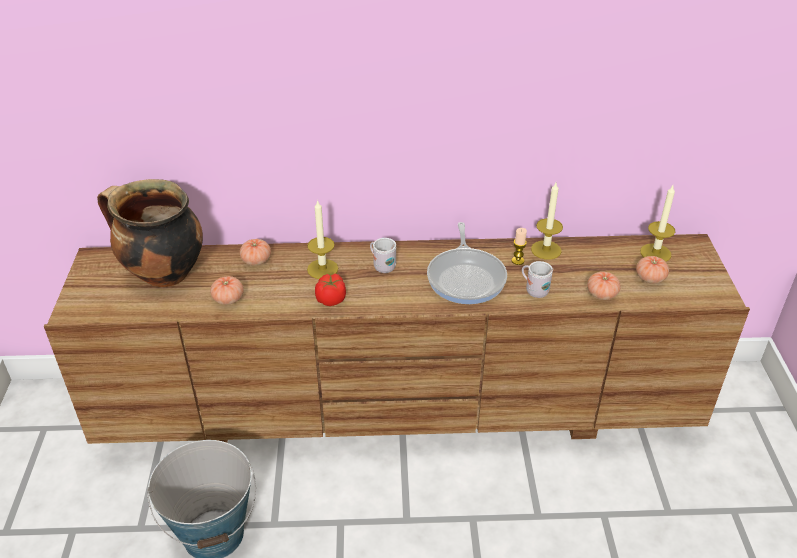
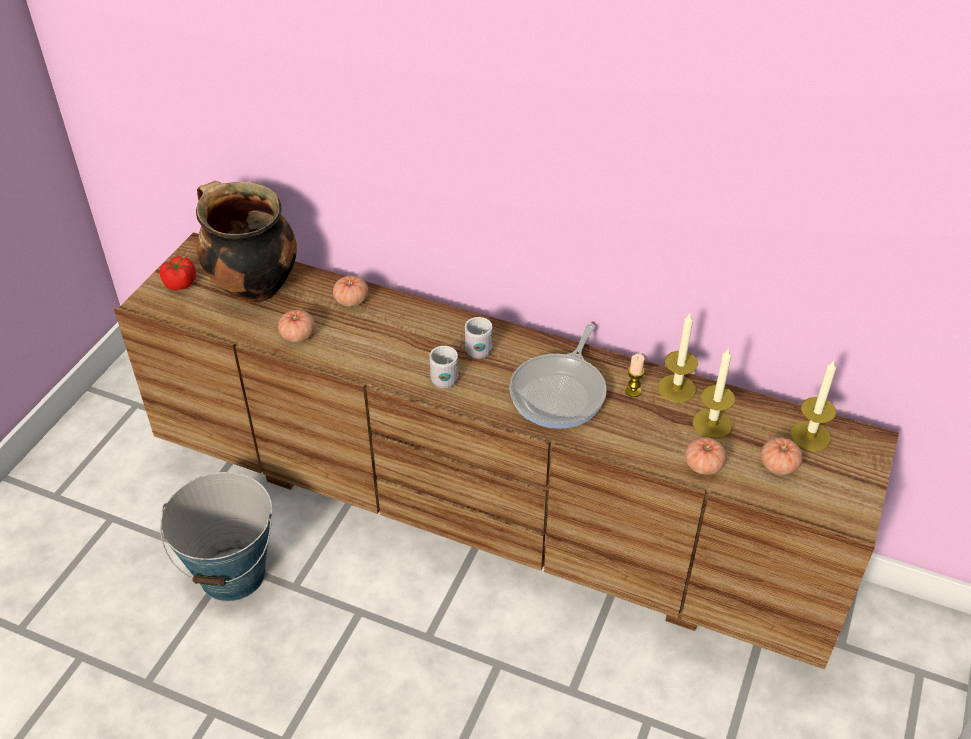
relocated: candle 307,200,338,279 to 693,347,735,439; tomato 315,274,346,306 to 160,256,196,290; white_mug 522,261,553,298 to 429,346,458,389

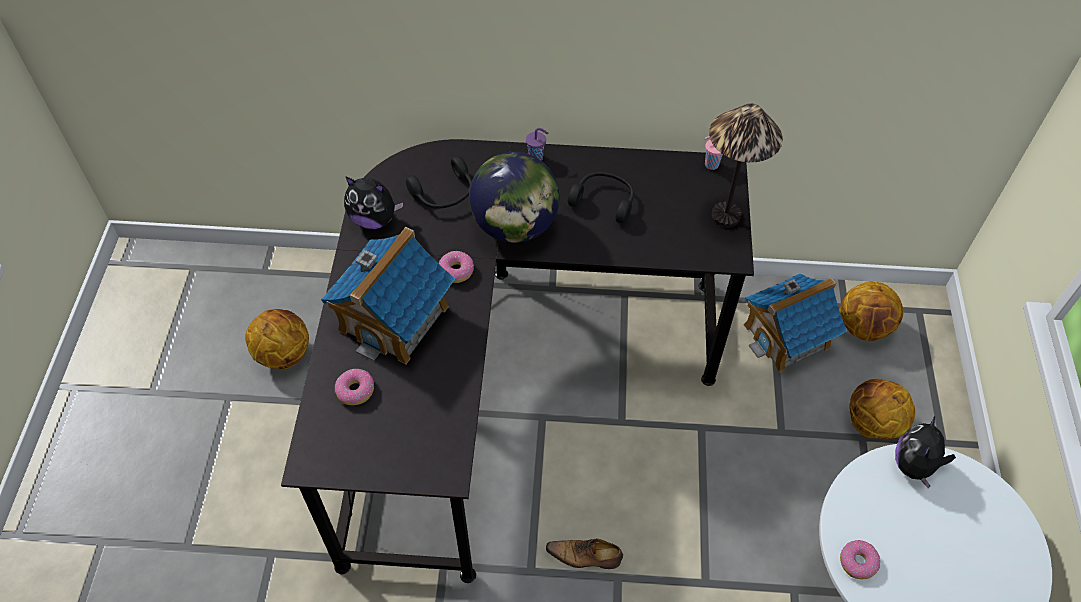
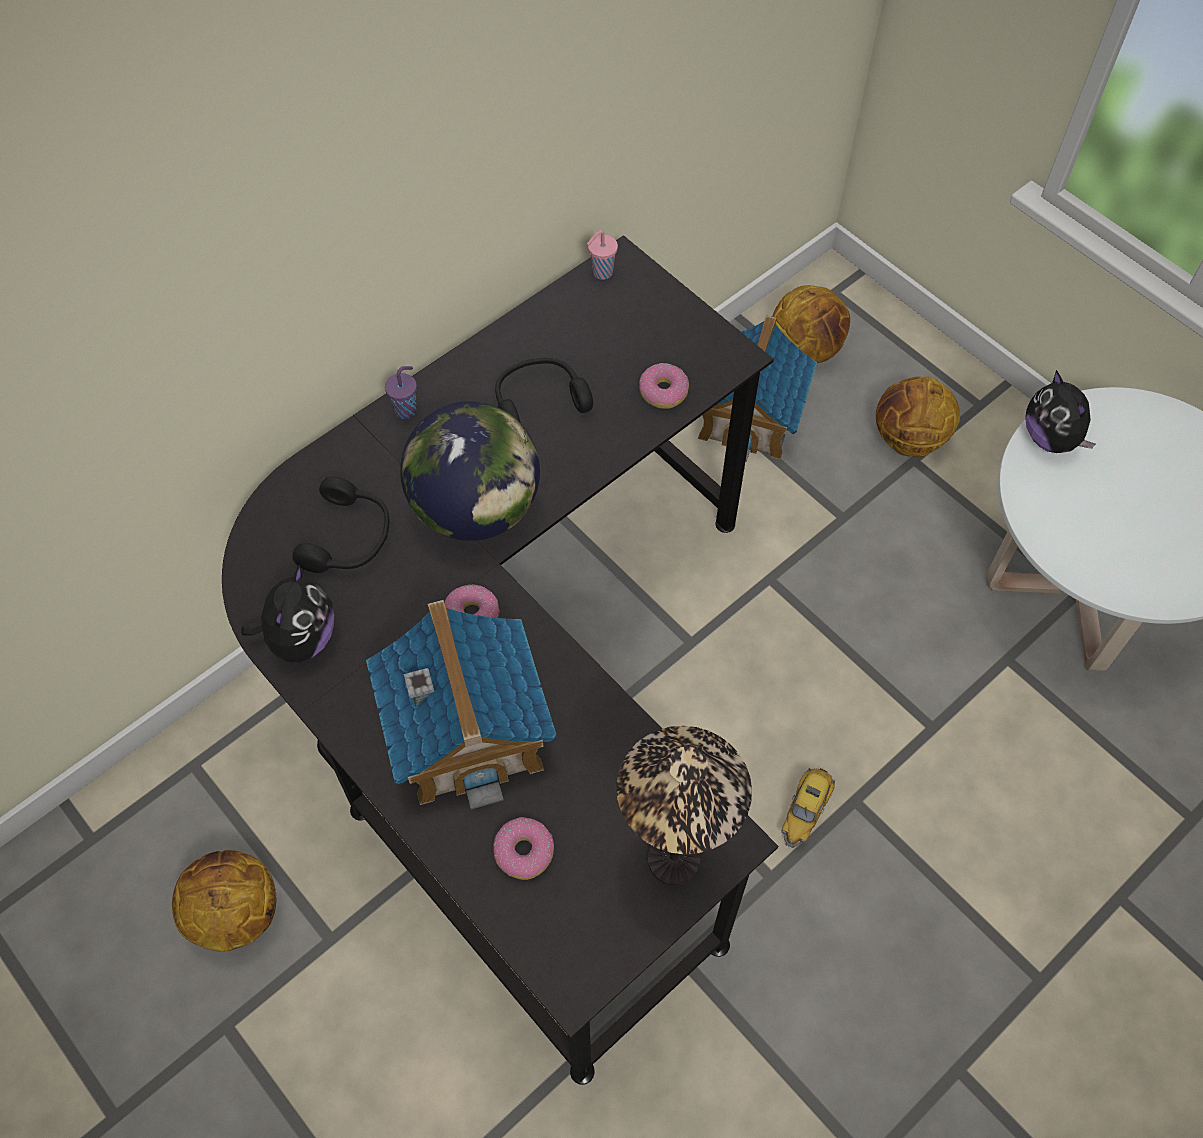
relocated: table_lamp 709,103,783,227 to 616,726,752,886; donut 840,540,880,579 to 639,363,689,409
exchanged: shoe 546,539,623,569 to toy_car 781,768,835,848
spun: plush_toy 344,176,403,229 = 241,564,334,662 45 degrees counterclockwise

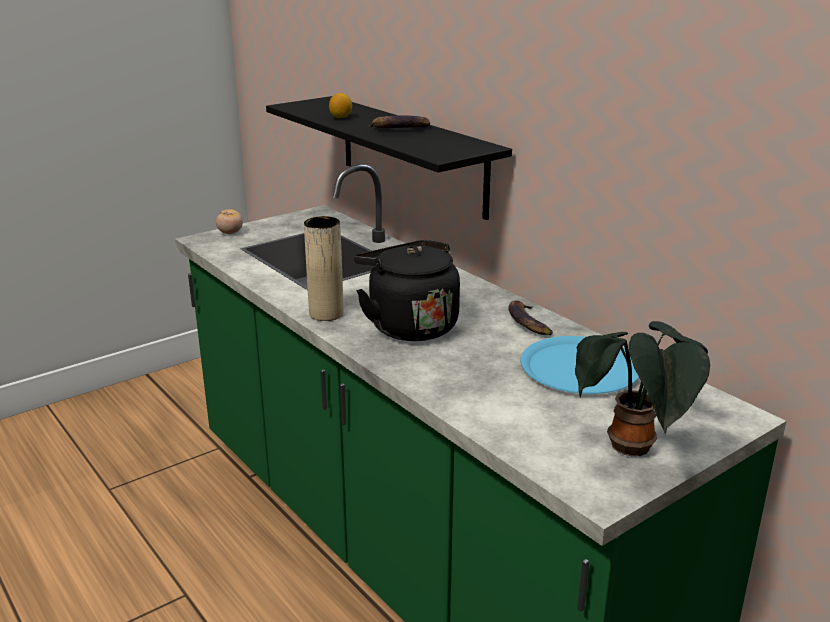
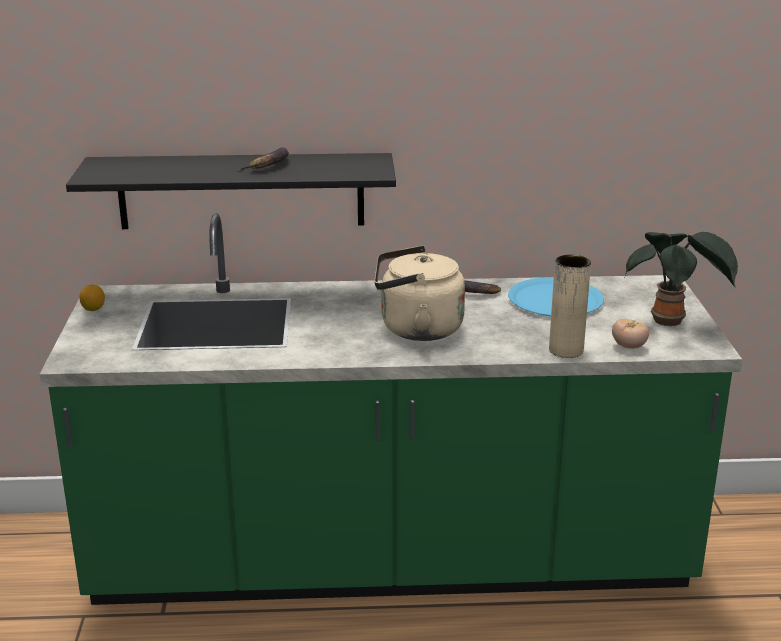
relocated: tomato 216,209,243,234 to 612,319,649,349; beige_vase 304,216,344,321 to 549,255,591,358; lemon 329,93,352,118 to 79,285,105,311
colour: black_kettle 354,240,460,341 to beige_kettle 374,246,465,341

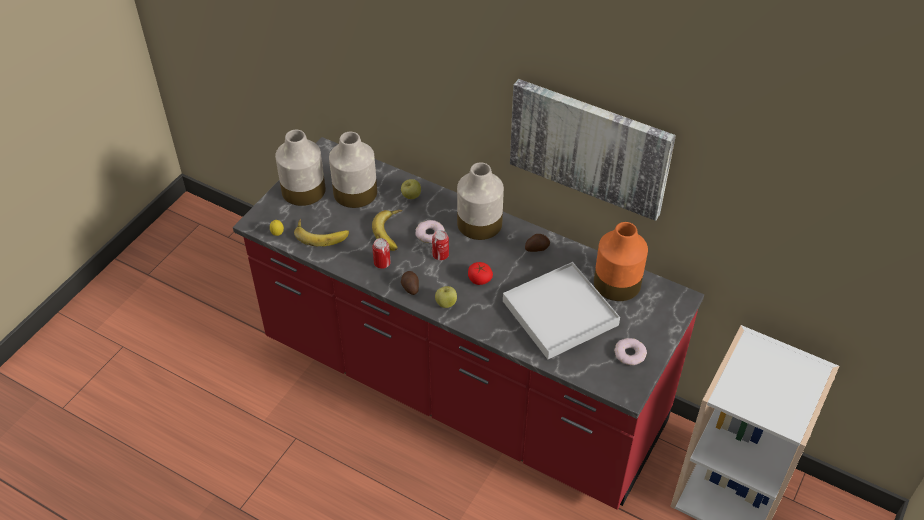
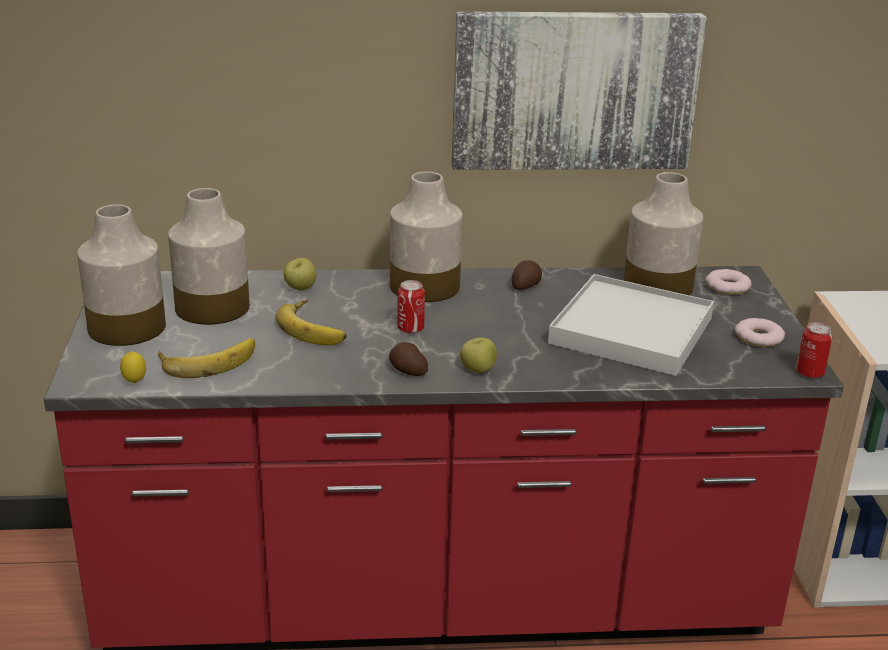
missing: tomato 468,262,493,285
relocated: can 373,238,391,269 to 796,322,832,378; donut 415,220,445,243 to 705,269,752,295
colour: orange_vase 594,222,648,301 to beige_vase 623,172,703,296

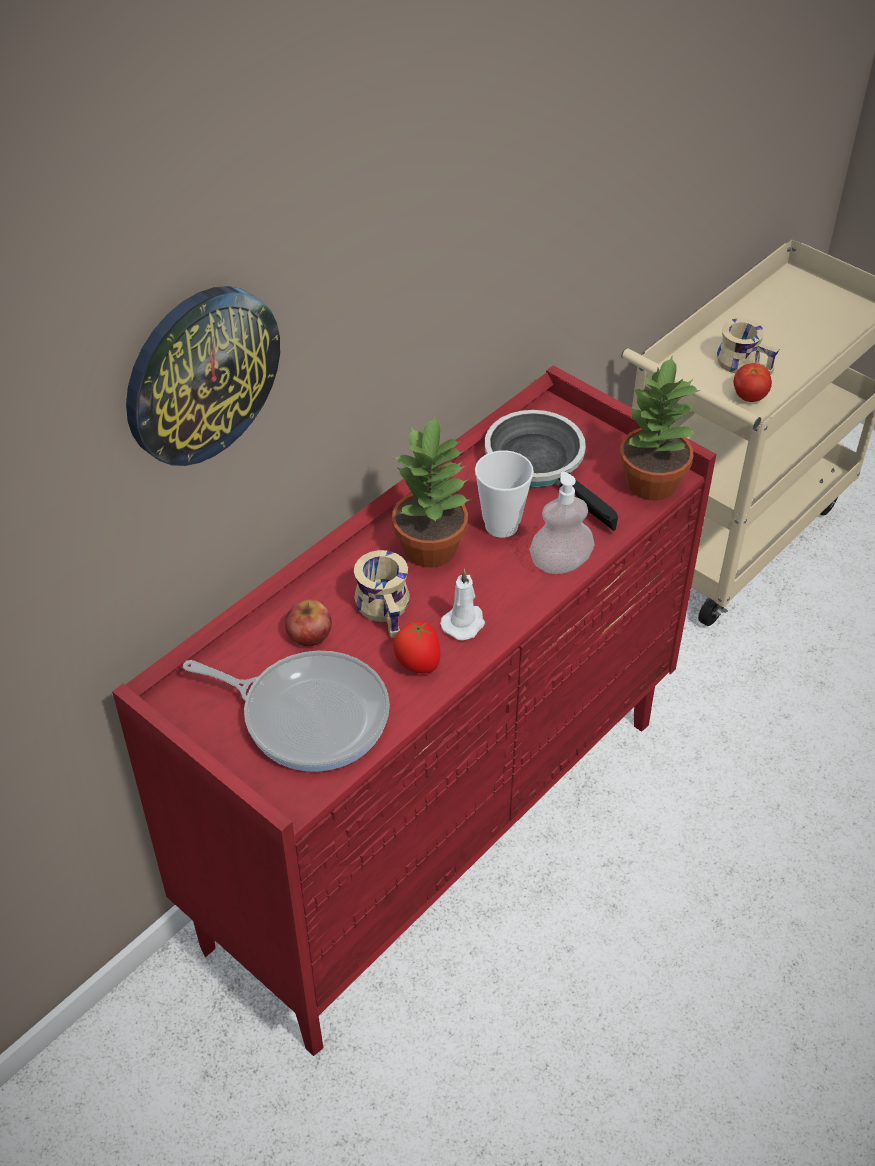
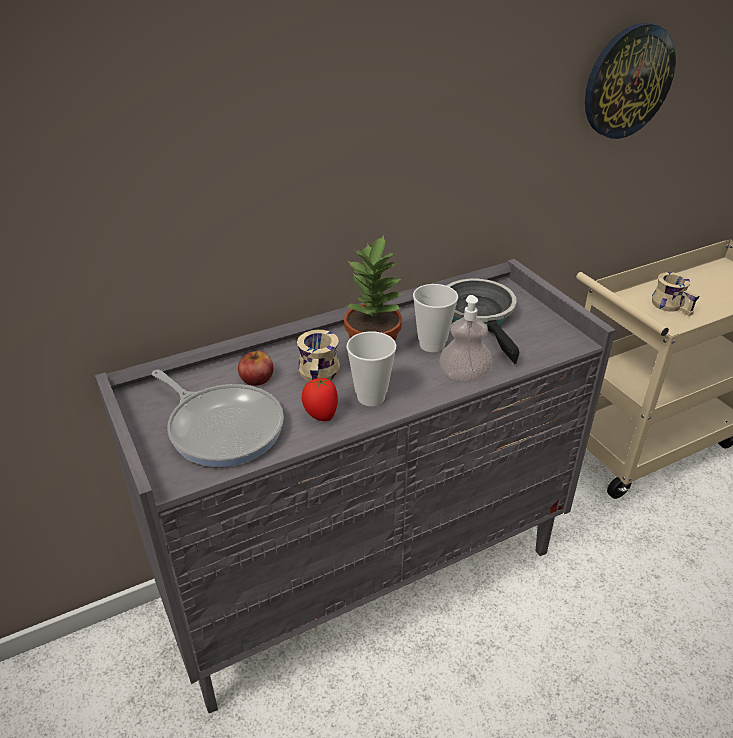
missing: potted_plant 620,356,700,501; tomato 734,363,772,402
relocated: wall_clock 126,286,280,466 to 585,23,676,139
exchanged: white_candle 440,569,485,640 to cup 346,331,396,406
colour: red_cabinet 112,365,716,1056 to grey_cabinet 95,259,616,713

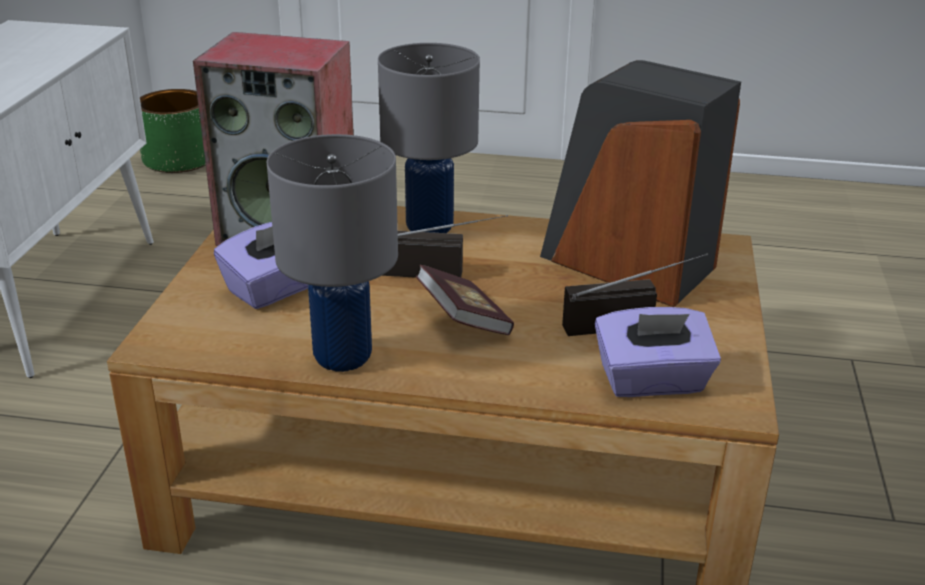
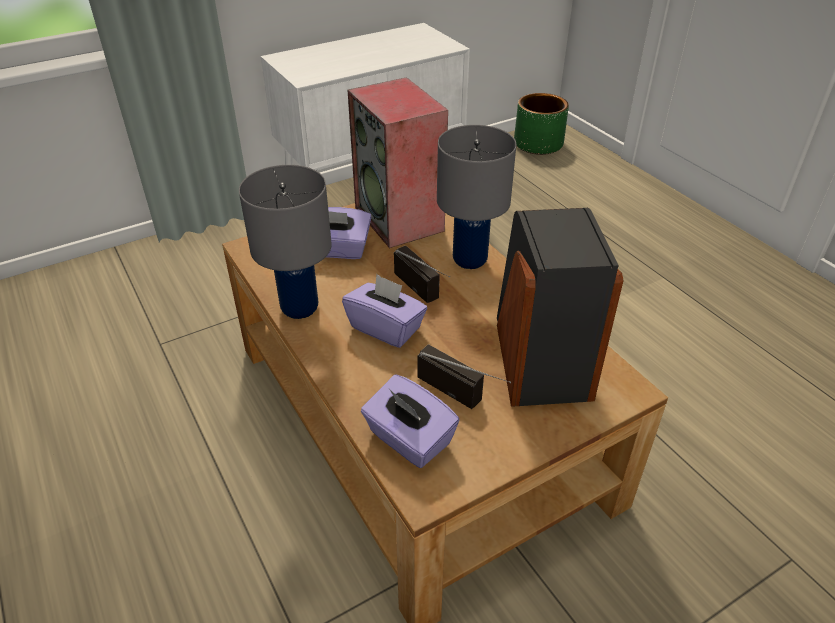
exchanged: book 416,265,514,335 to purple_tissue_box 342,274,427,348

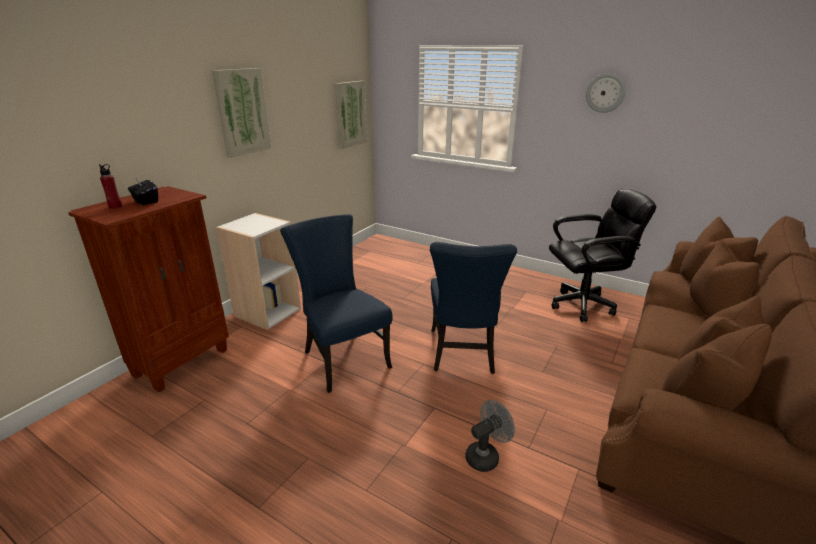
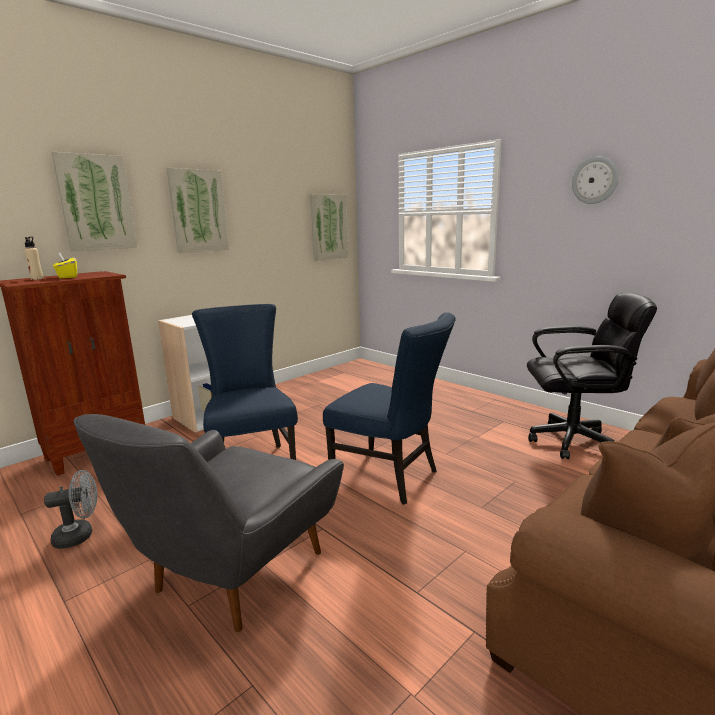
appeared: picture 51,152,137,252; grey_armchair 74,414,344,633
relocated: grey_fan 465,400,515,472 to 44,470,97,549
colour: red_bottle 99,164,122,209 to beige_bottle 24,237,44,280; black_tissue_box 128,179,158,205 to yellow_tissue_box 53,253,77,278
spun: blue_chair 430,242,517,374 = 323,312,456,505 75 degrees counterclockwise

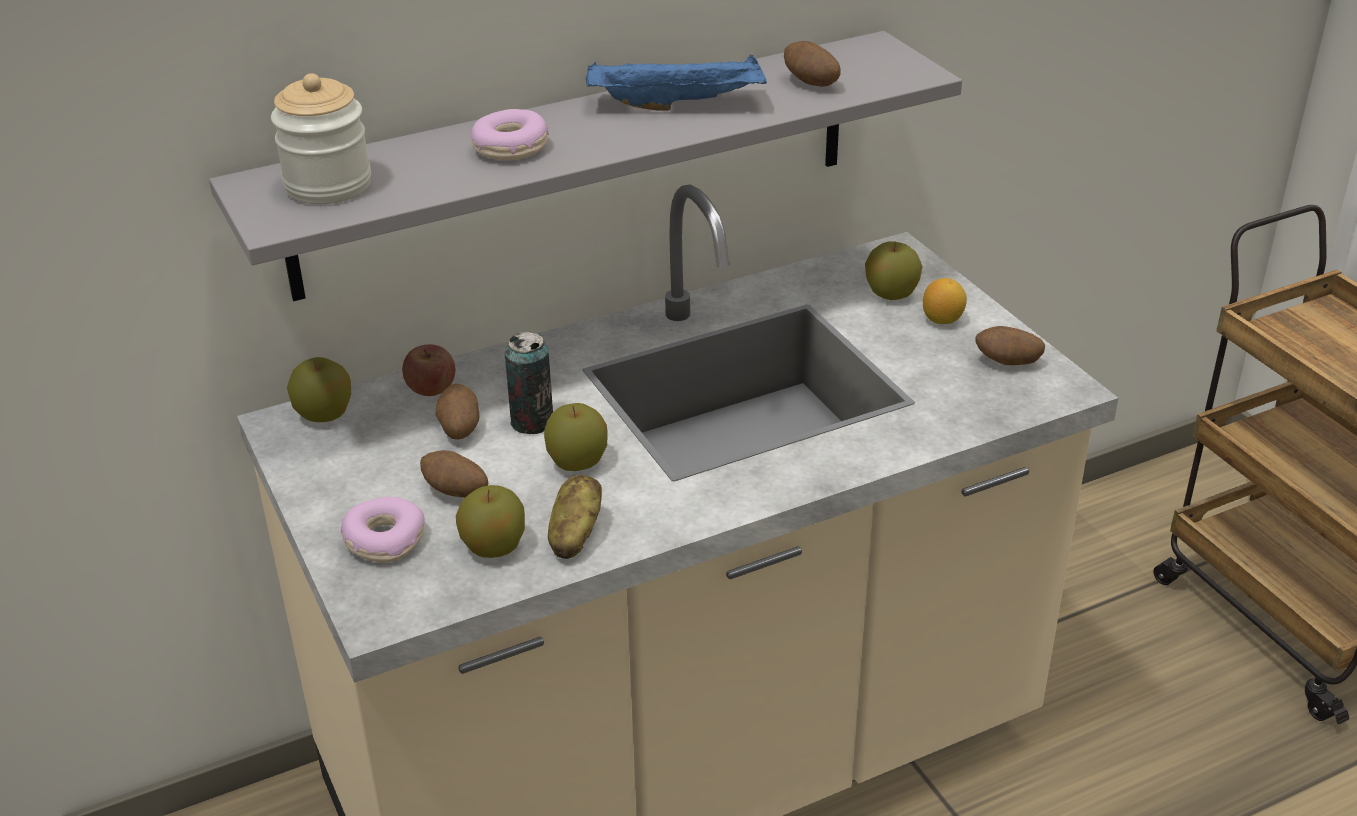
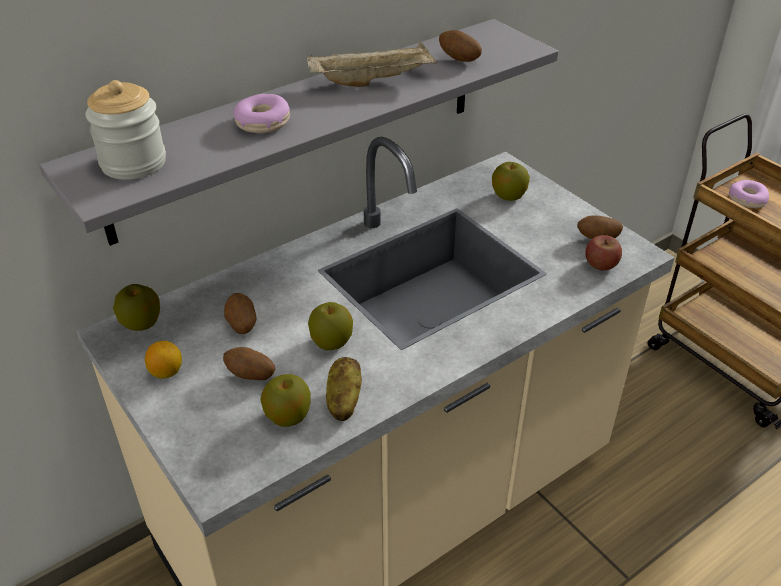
missing: can 505,332,553,434
relocated: donut 341,497,425,562 to 729,180,769,208; apple 402,344,456,396 to 585,235,622,270; lemon 923,278,967,324 to 145,341,182,379
colour: blue_tray 586,54,767,111 to beige_tray 307,42,437,87

